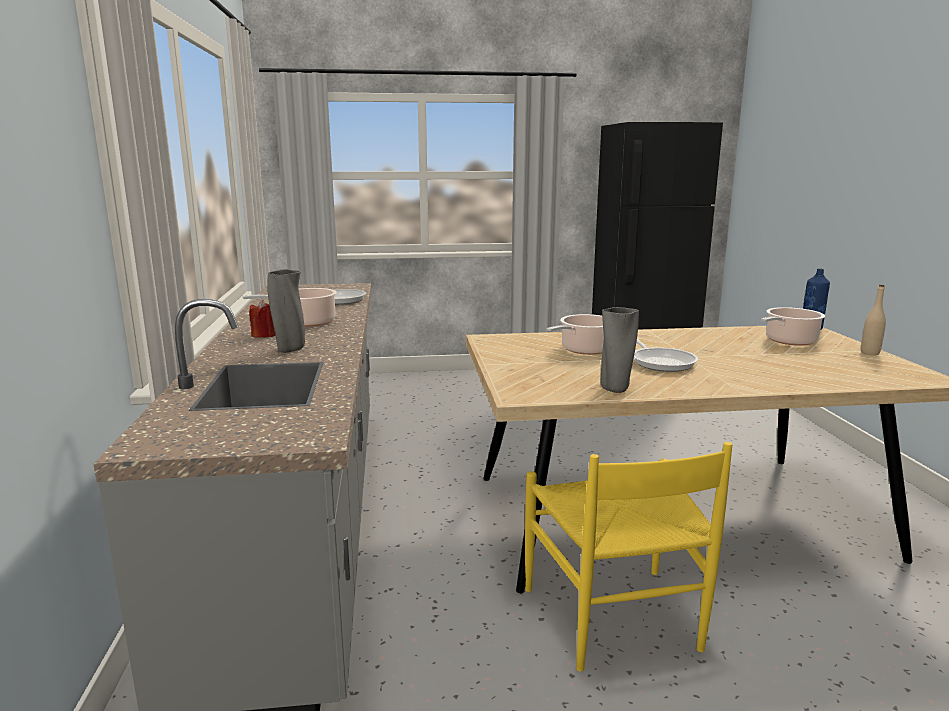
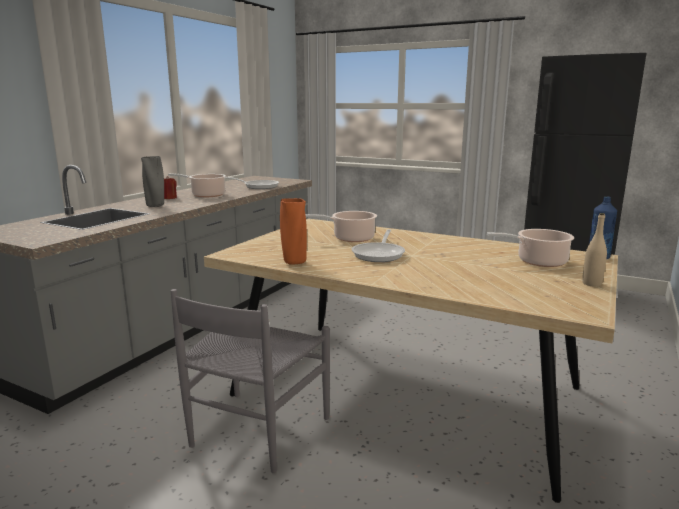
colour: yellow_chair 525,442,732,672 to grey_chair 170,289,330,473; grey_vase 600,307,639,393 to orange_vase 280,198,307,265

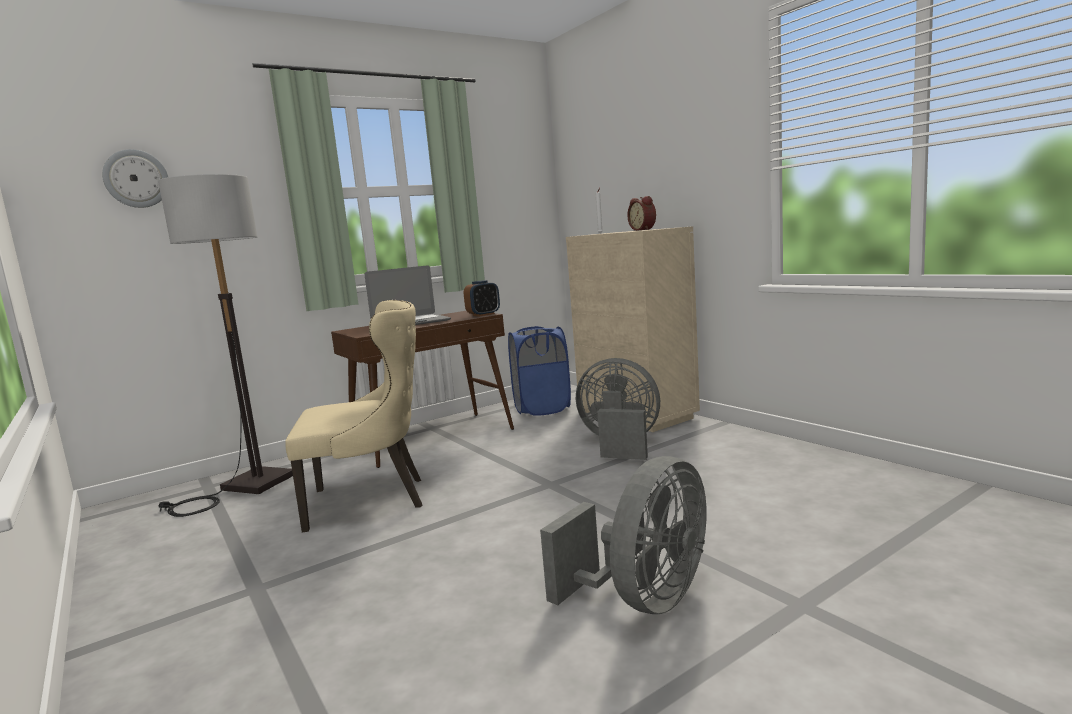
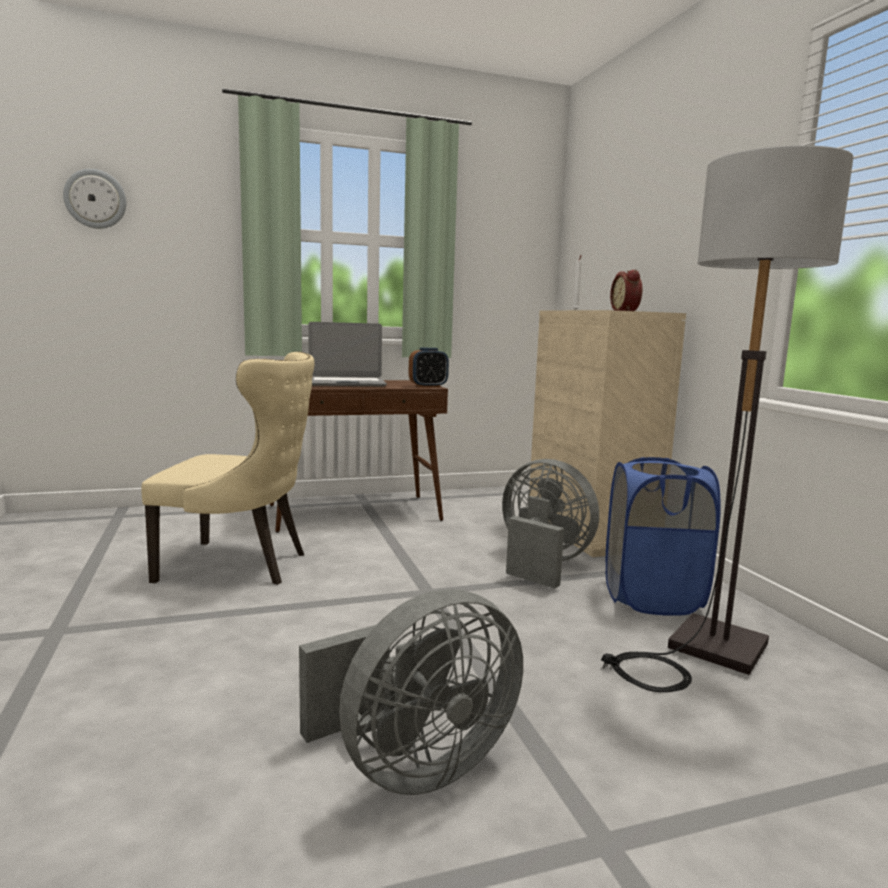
relocated: floor_lamp 158,174,293,517 to 601,146,853,692; blue_laundry_basket 508,326,571,416 to 606,457,721,616

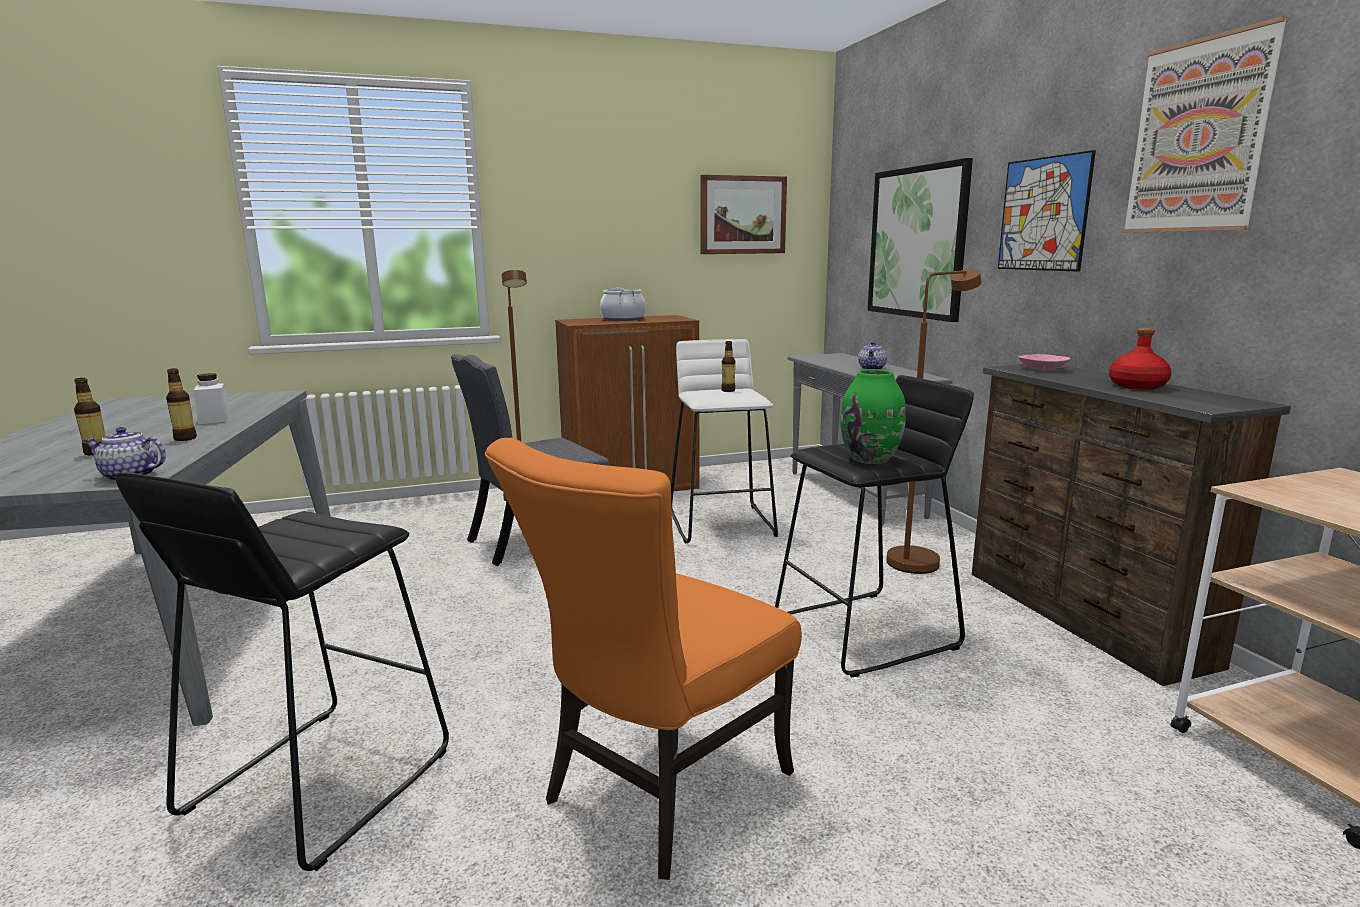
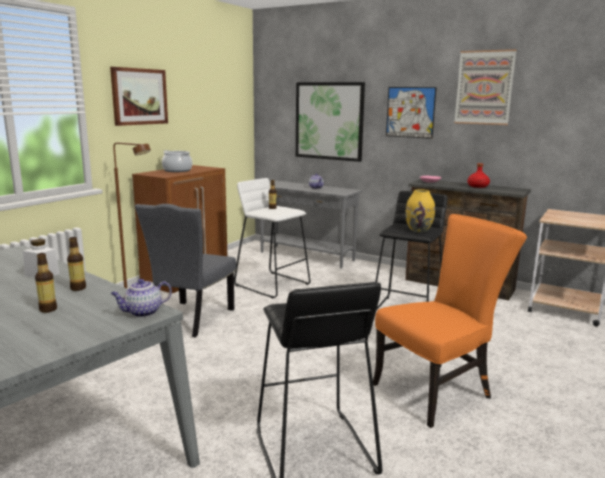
missing: brown_floor_lamp 887,269,982,574
relocated: picture 700,175,787,254 to 110,67,168,126
colour: green_vase 840,369,906,464 to yellow_vase 406,189,435,232
spun: orange_chair 485,438,802,880 = 373,214,527,428 120 degrees counterclockwise

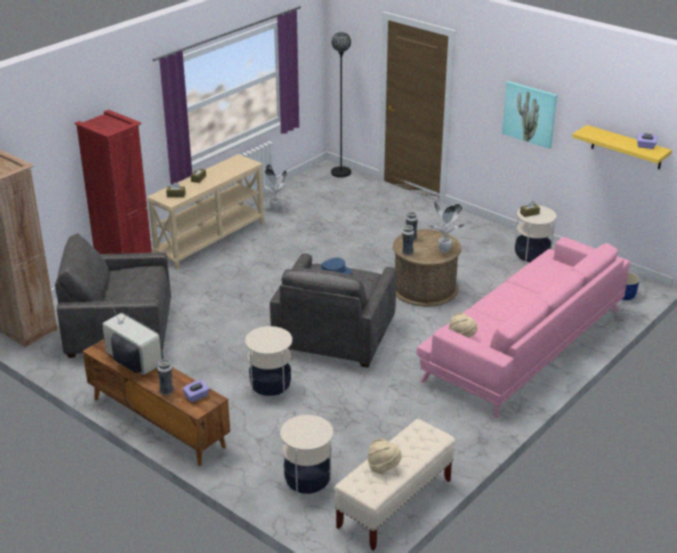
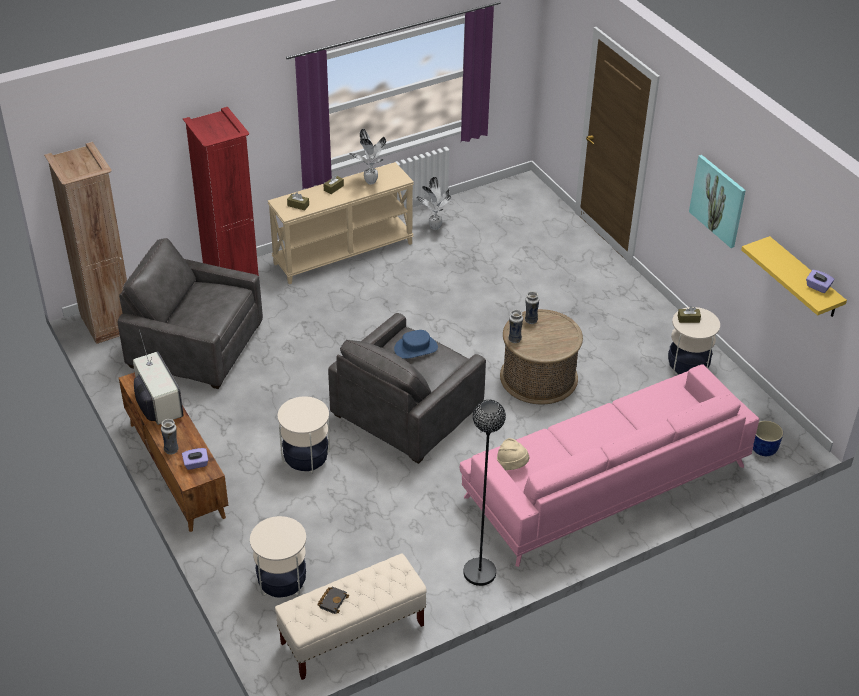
relocated: black_floor_lamp 331,32,351,177 to 463,400,506,586; potted_plant 429,201,465,253 to 349,129,386,185
exchanged: beige_hat 367,439,402,474 to black_book 317,586,349,614

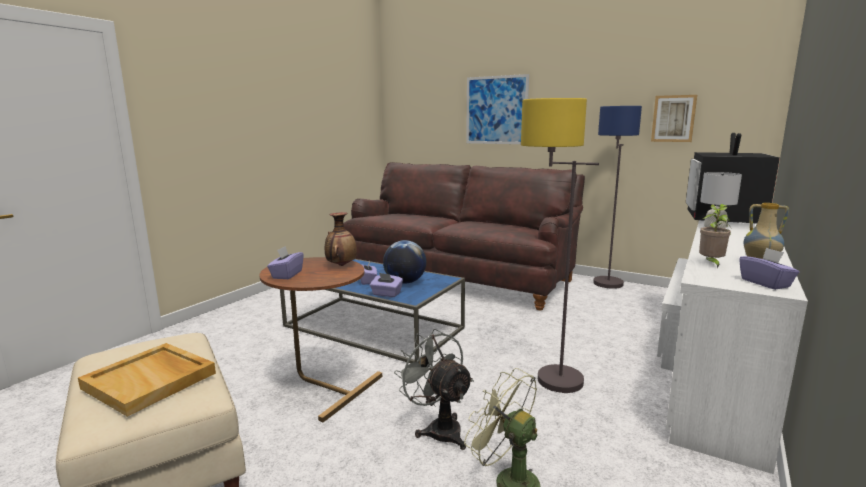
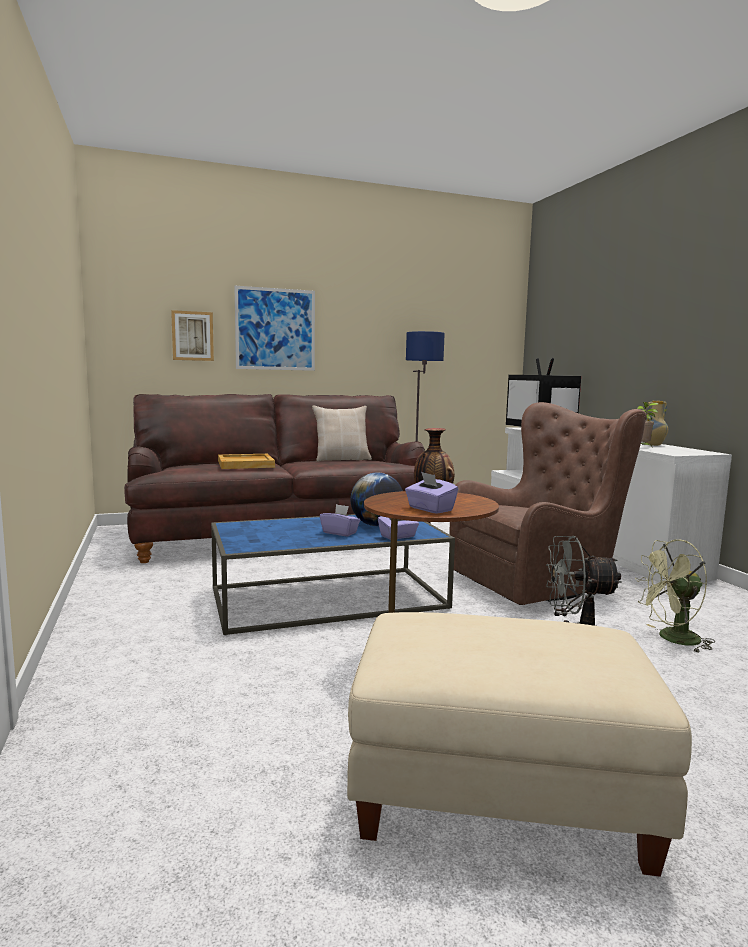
missing: purple_tissue_box 739,248,799,290
appeared: beige_pillow 312,405,372,462
relocated: beige_tray 78,343,216,416 to 218,454,275,469; picture 651,95,697,142 to 171,310,214,361
exchanged: yellow_floor_lamp 521,98,599,393 to brown_armchair 449,402,647,605

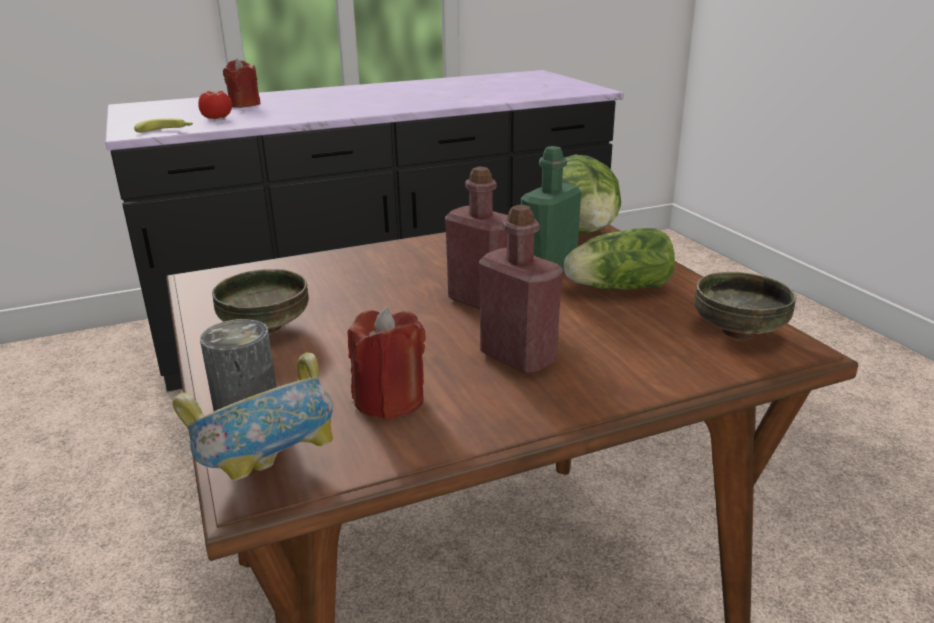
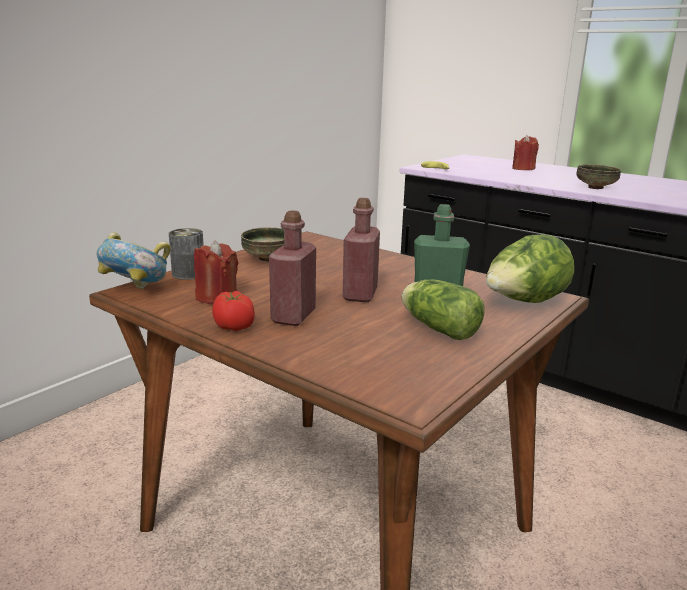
relocated: tomato 198,91,232,119 to 212,291,255,331; bowl 694,272,796,339 to 576,164,621,189

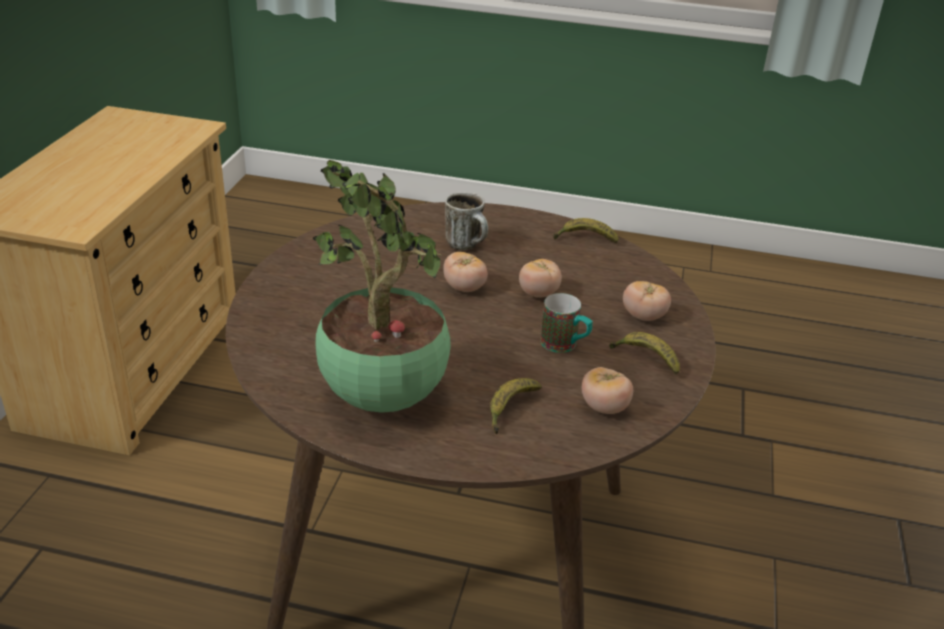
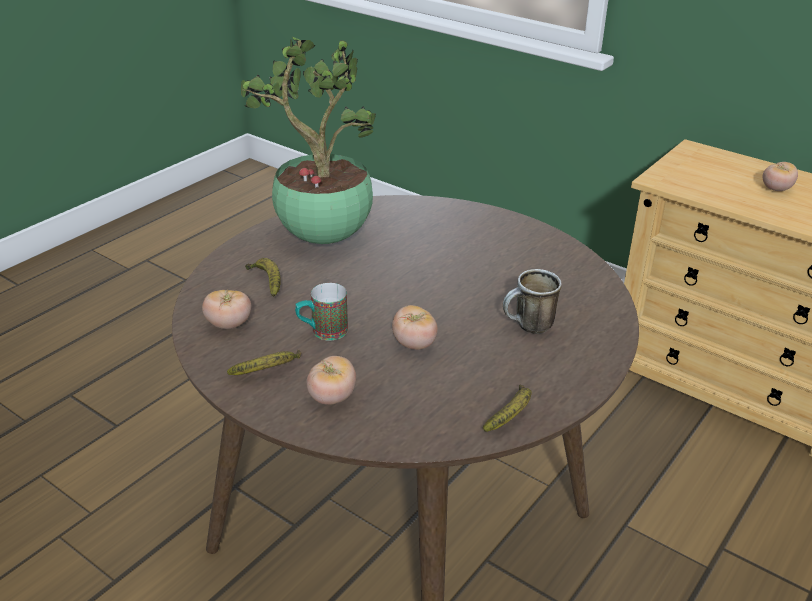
relocated: tomato 443,252,488,292 to 762,162,798,191

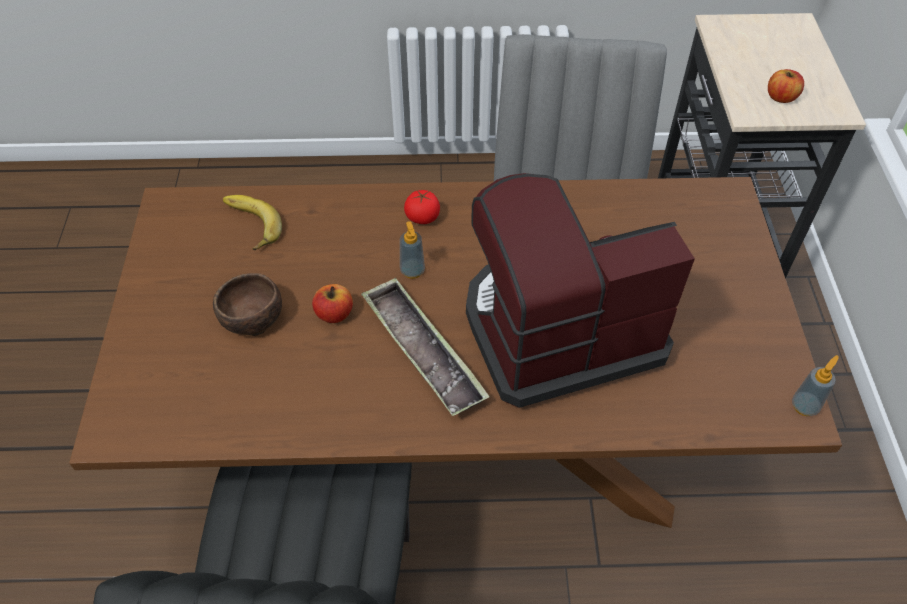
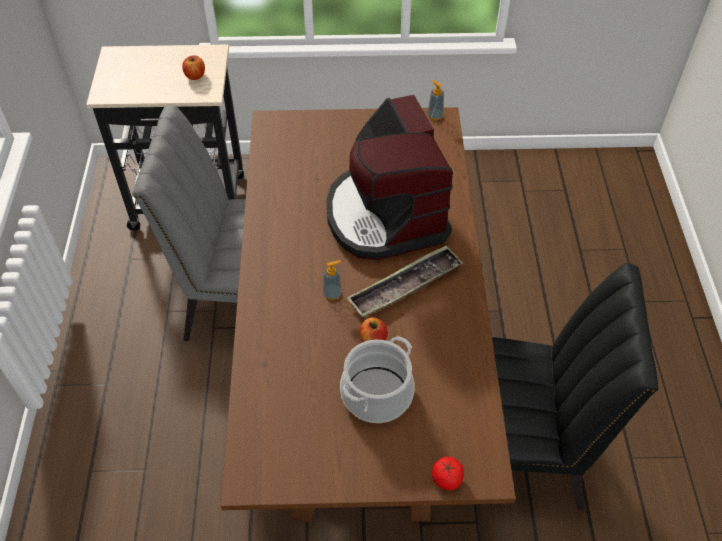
missing: banana 223,195,282,250
relocated: tomato 404,190,440,224 to 432,457,464,490
exchanged: brown_bowl 213,273,282,336 to cooking_pot 340,336,415,423

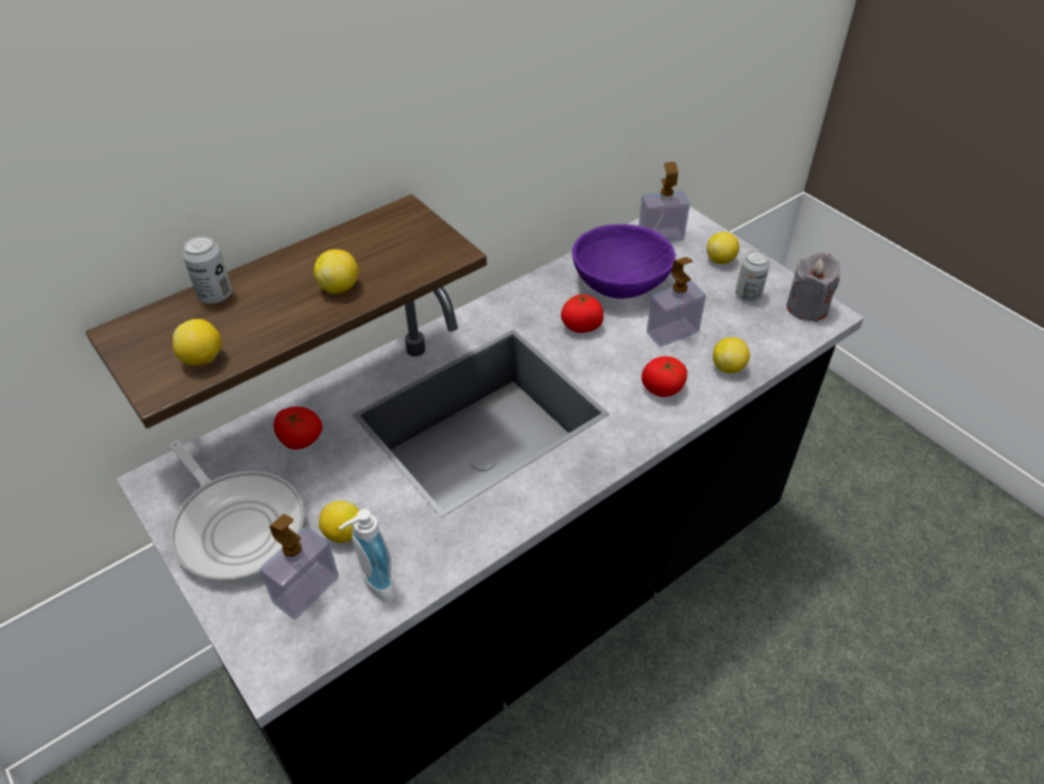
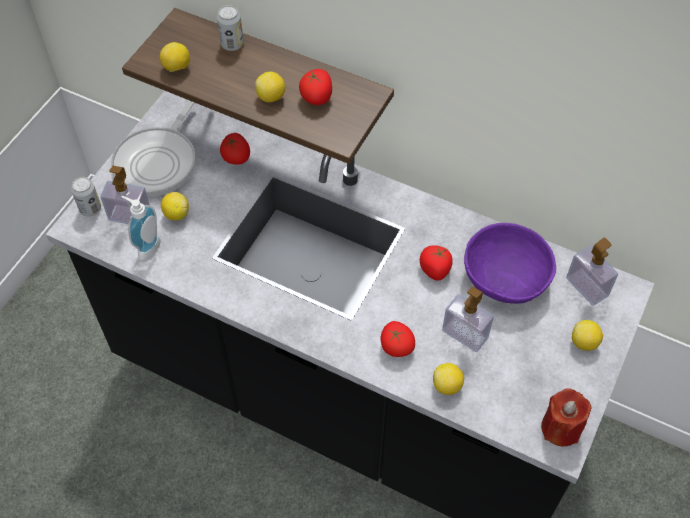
appeared: tomato 299,69,332,105
relocated: can 736,251,770,302 to 71,177,101,217
colour: grey_candle 787,253,840,322 to red_candle 541,388,592,447

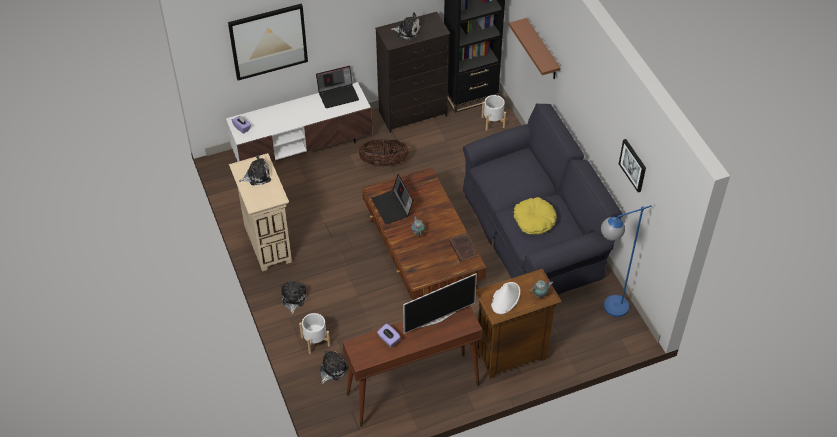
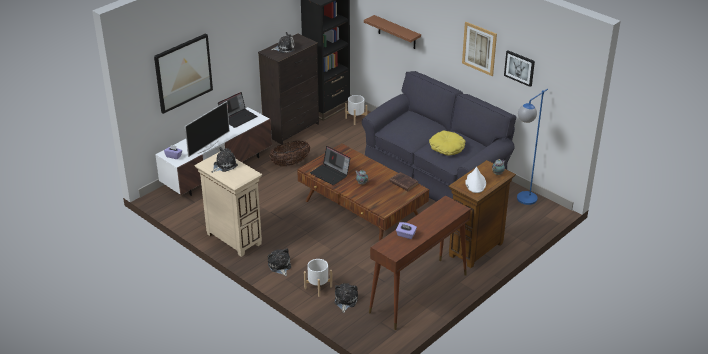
appeared: picture 462,22,497,76
relocated: television 403,273,477,334 to 185,101,230,157

